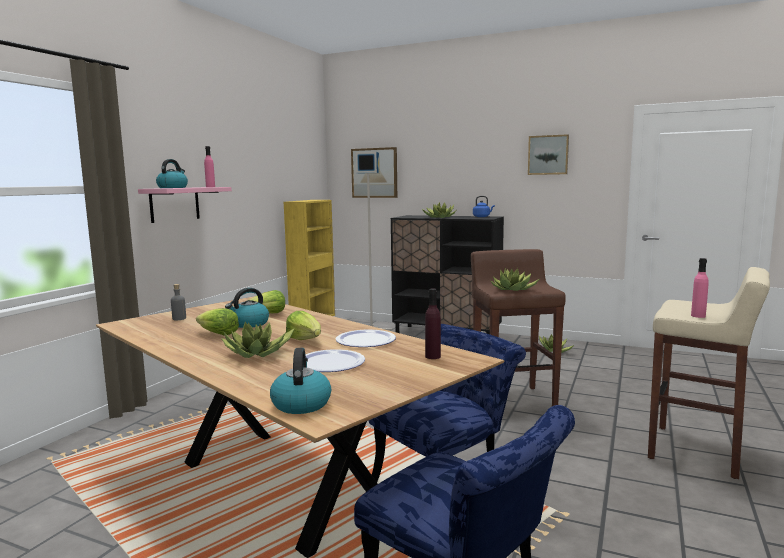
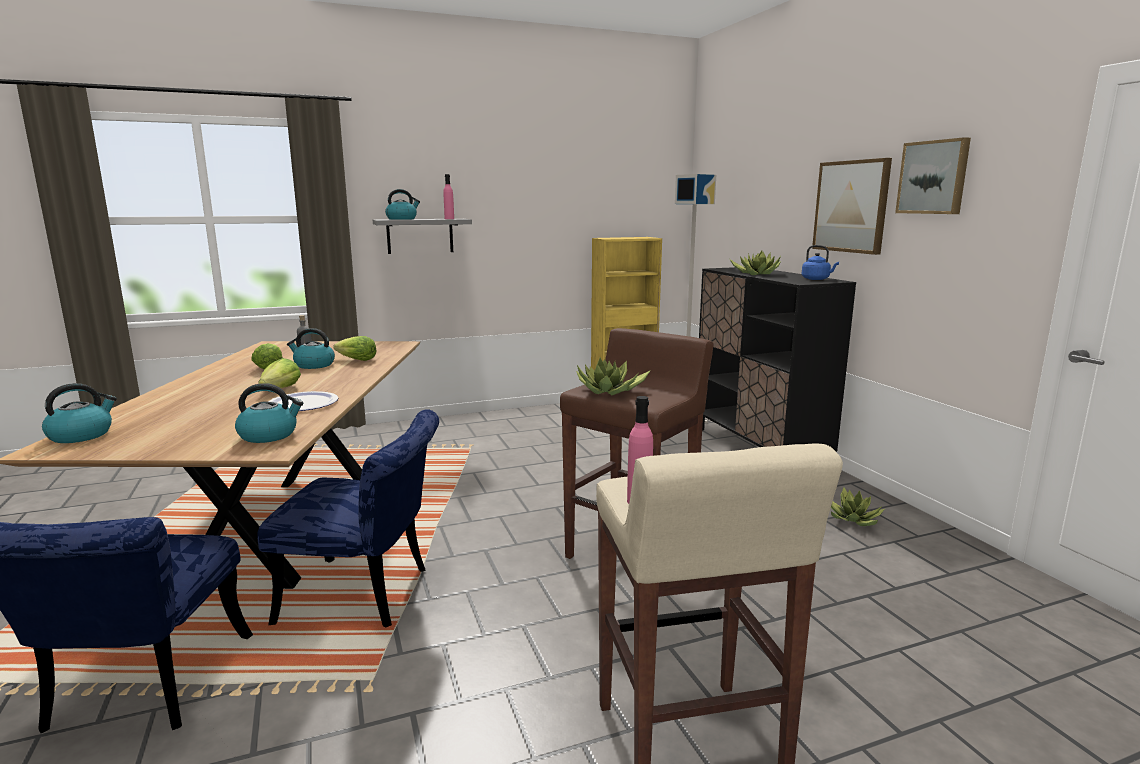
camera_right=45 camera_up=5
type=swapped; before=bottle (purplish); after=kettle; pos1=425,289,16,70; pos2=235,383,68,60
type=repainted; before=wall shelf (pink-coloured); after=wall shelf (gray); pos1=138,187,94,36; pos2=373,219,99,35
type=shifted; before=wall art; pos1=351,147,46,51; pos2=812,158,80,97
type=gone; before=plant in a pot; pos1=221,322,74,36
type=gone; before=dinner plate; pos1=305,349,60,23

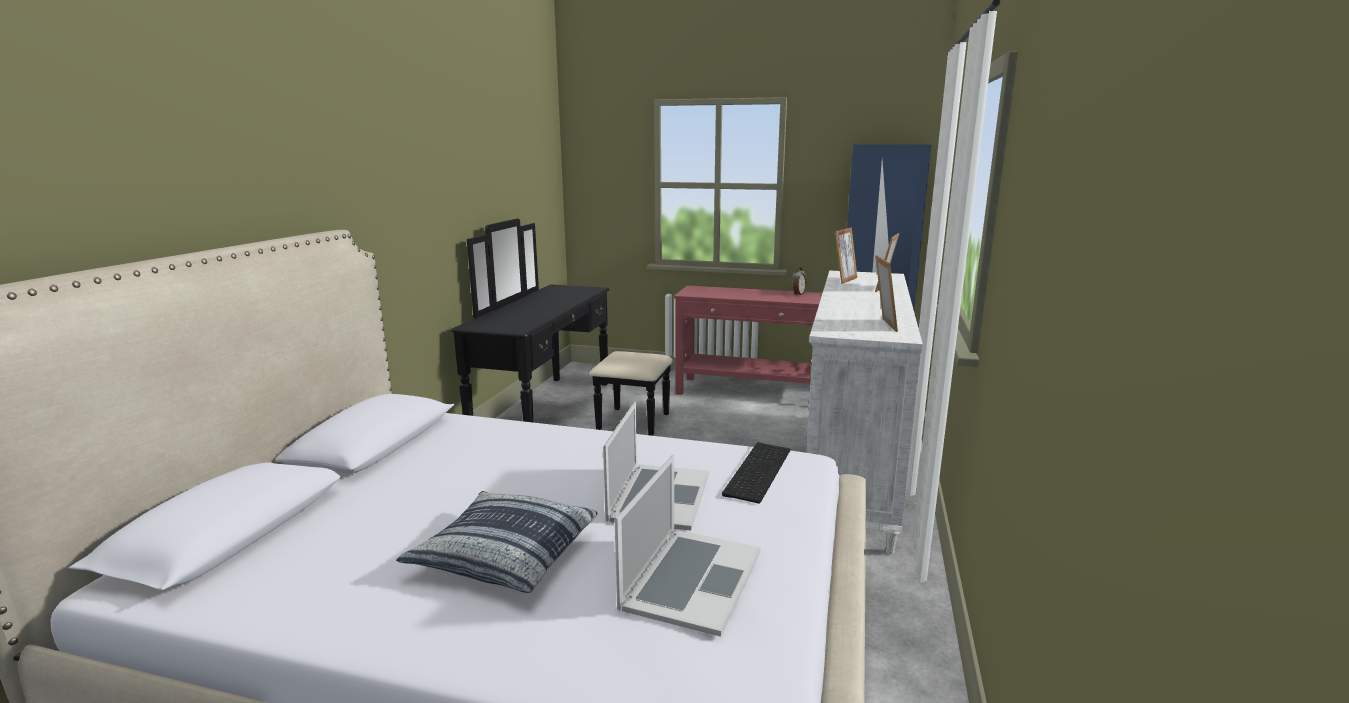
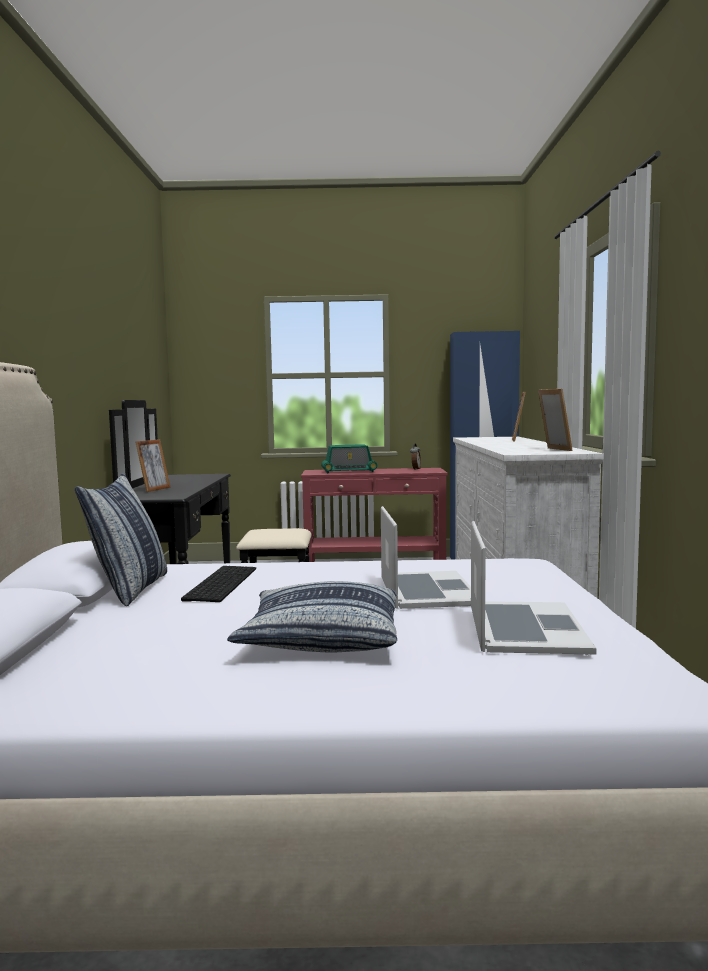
camera_right=-15 camera_up=-10
type=new; after=throw pillow; pos2=75,473,92,133
type=shifted; before=picture frame; pos1=835,228,22,56; pos2=135,439,36,53
type=shifted; before=keyboard; pos1=722,442,68,62; pos2=181,566,75,36
type=new; after=radio receiver; pos2=321,444,56,29

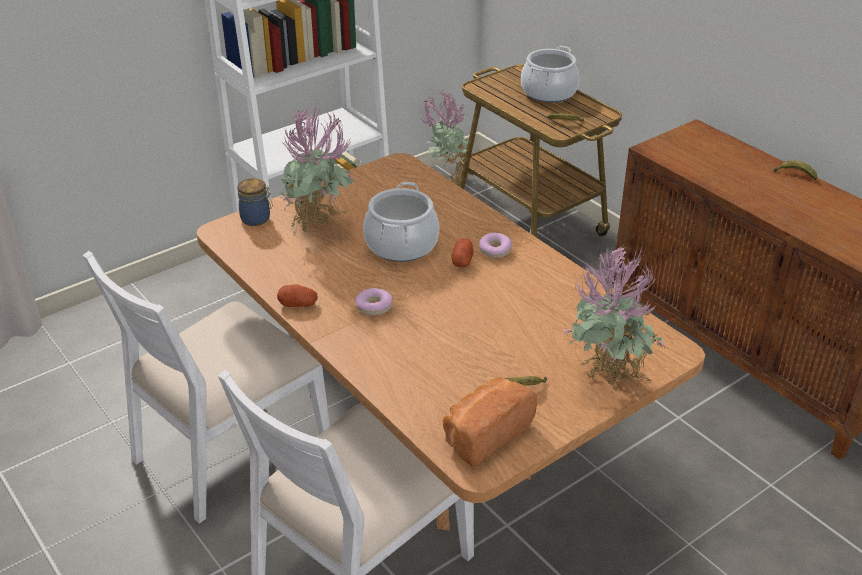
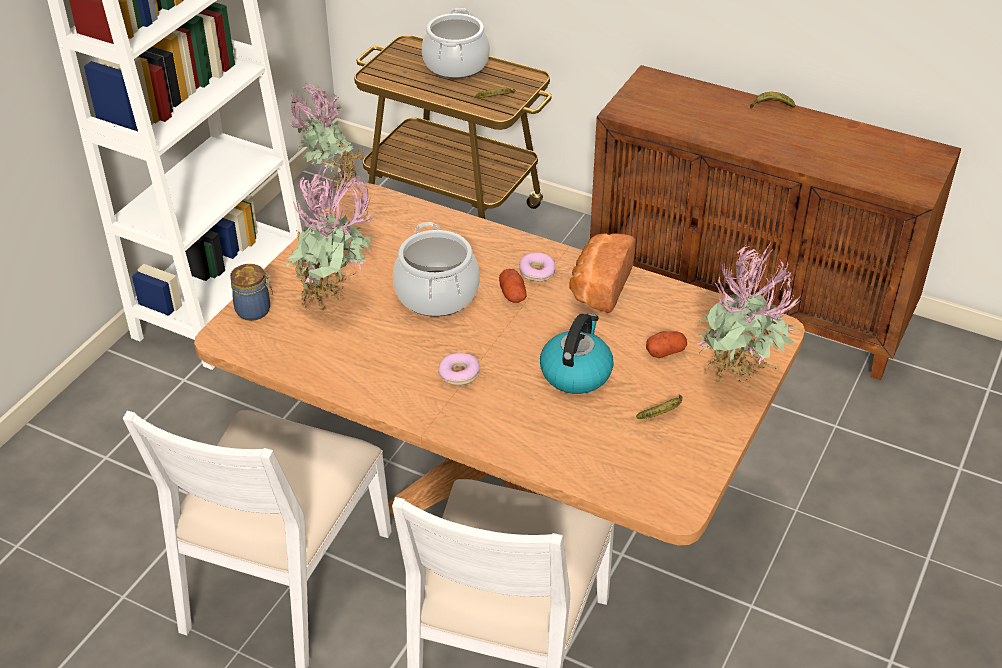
camera_right=-25 camera_up=5
type=new; after=kettle; pos2=540,313,74,81
type=shifted; before=bread; pos1=443,378,94,88; pos2=570,233,65,80
type=shifted; before=potato; pos1=277,285,41,22; pos2=646,331,41,27

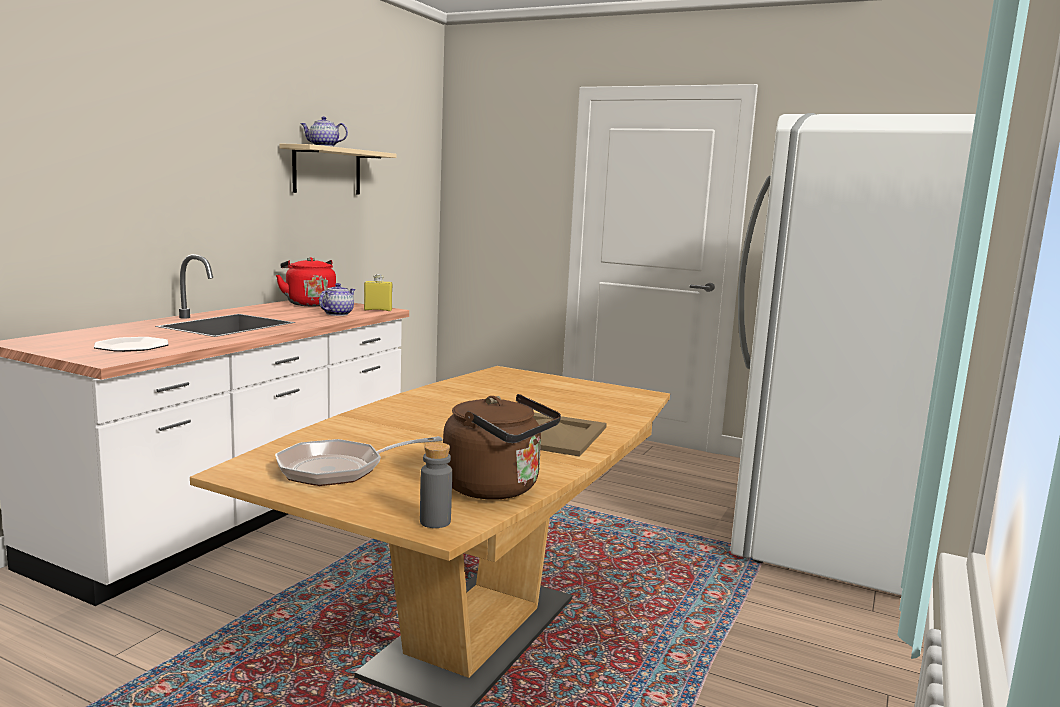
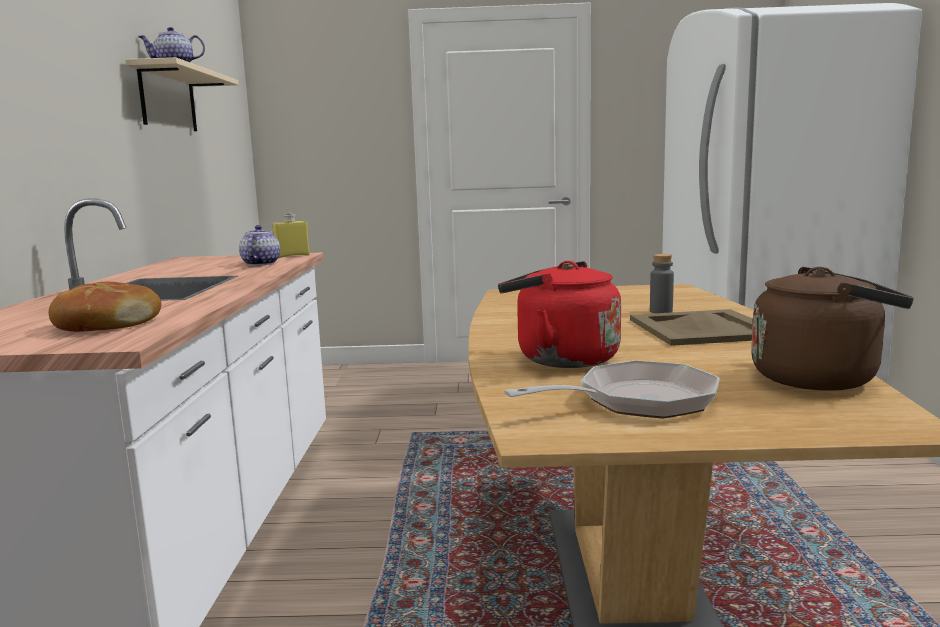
camera_right=-25 camera_up=0
type=swapped; before=dinner plate; after=bread; pos1=94,337,75,15; pos2=49,282,112,50
type=shifted; before=kettle (reddish); pos1=276,257,60,49; pos2=498,261,123,107
type=rotated; before=skillet; pos1=275,436,168,50; pos2=504,360,216,59; turn=-150
type=shifted; before=bottle (gray); pos1=420,442,32,86; pos2=650,254,24,59

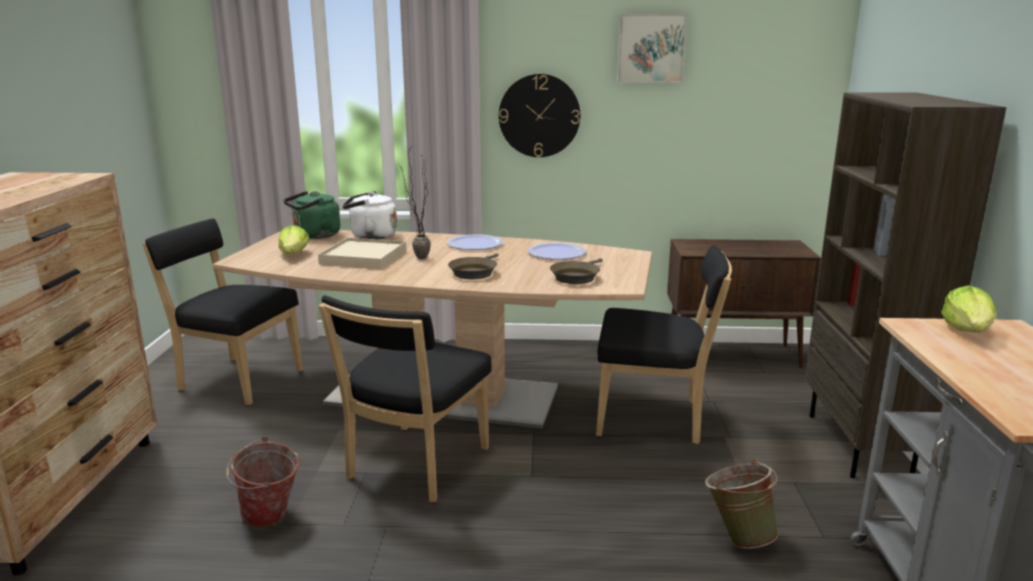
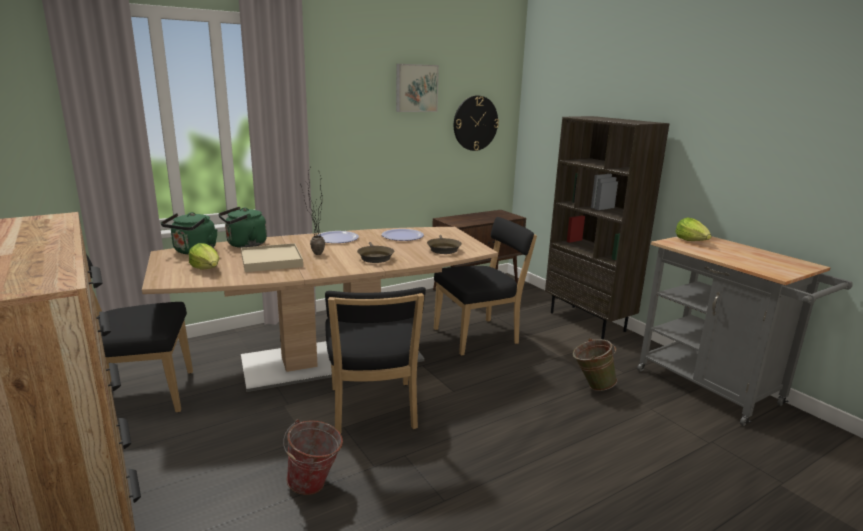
camera_right=-35 camera_up=0
type=repainted; before=kettle (white-coloured); after=kettle (greenish); pos1=342,191,55,49; pos2=218,207,49,41
type=shifted; before=wall clock; pos1=499,74,81,83; pos2=454,96,45,55

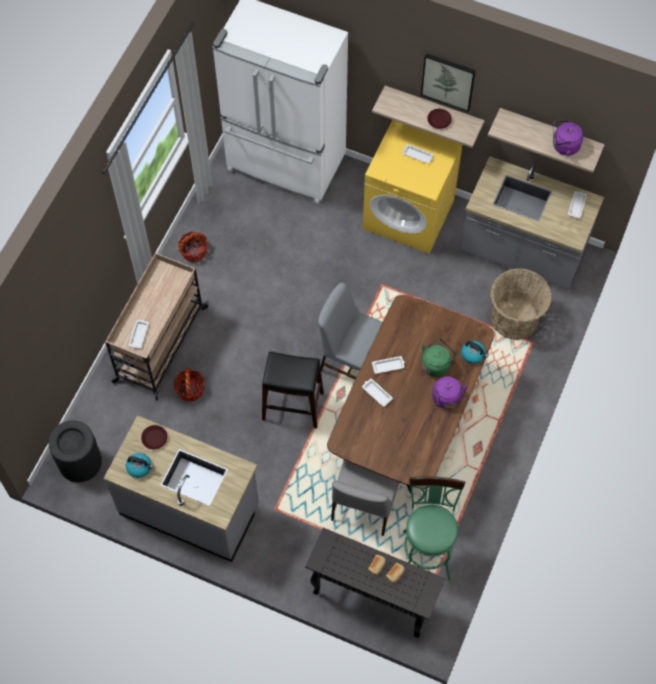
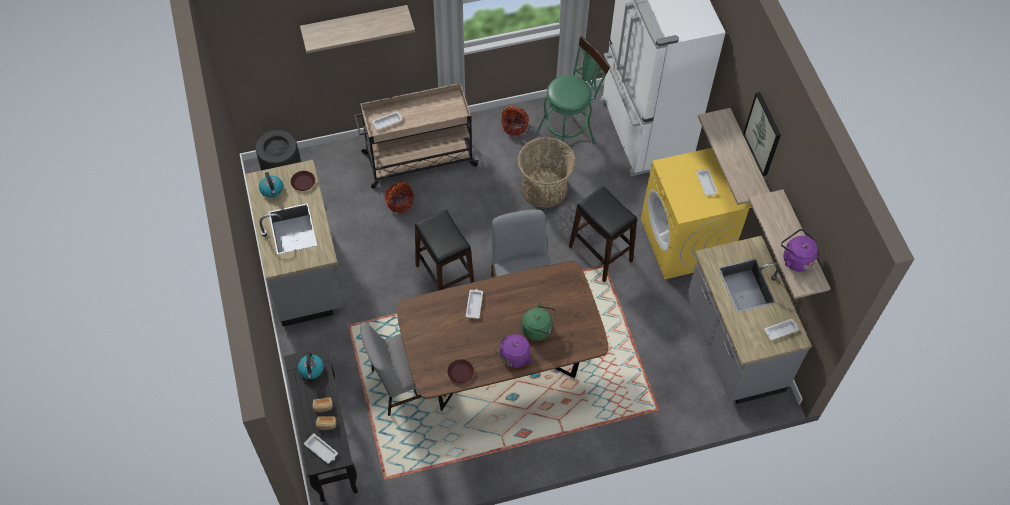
camera_right=50 camera_up=-5
type=shifted; before=kettle; pos1=461,341,27,23; pos2=298,352,26,27
type=new; after=wall shelf; pos2=300,5,115,48
type=shifted; before=tray (white-coloured); pos1=372,356,33,18; pos2=304,433,34,31
type=shifted; before=dinner plate (brown); pos1=427,109,25,20; pos2=447,359,27,25
type=shifted; before=household basket; pos1=491,268,61,72; pos2=518,137,58,71
type=shifted; before=stool seat (greenish); pos1=403,477,63,105; pos2=535,36,75,126
type=new; after=stool seat (black-coloured); pos2=569,186,68,96

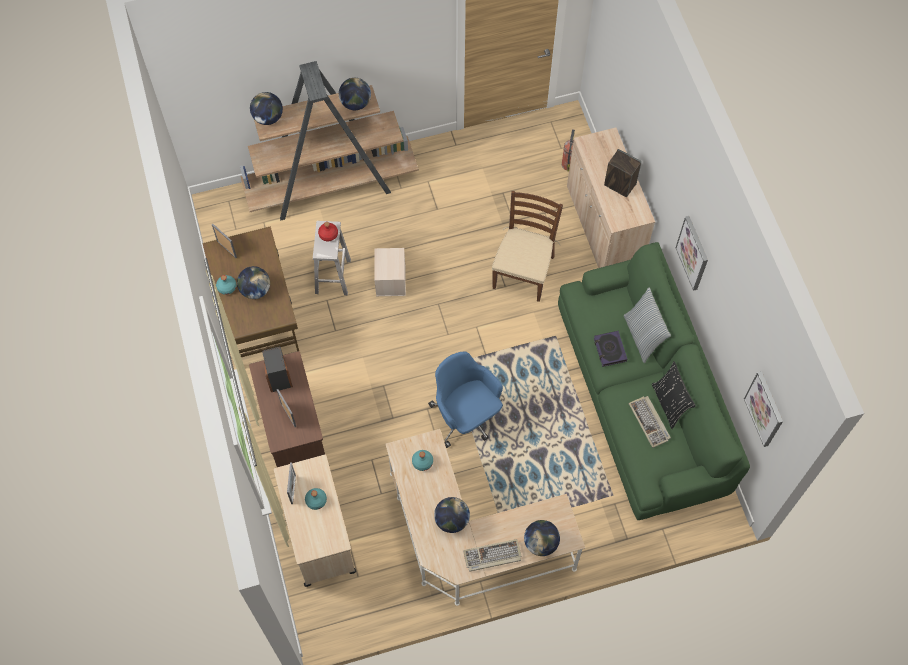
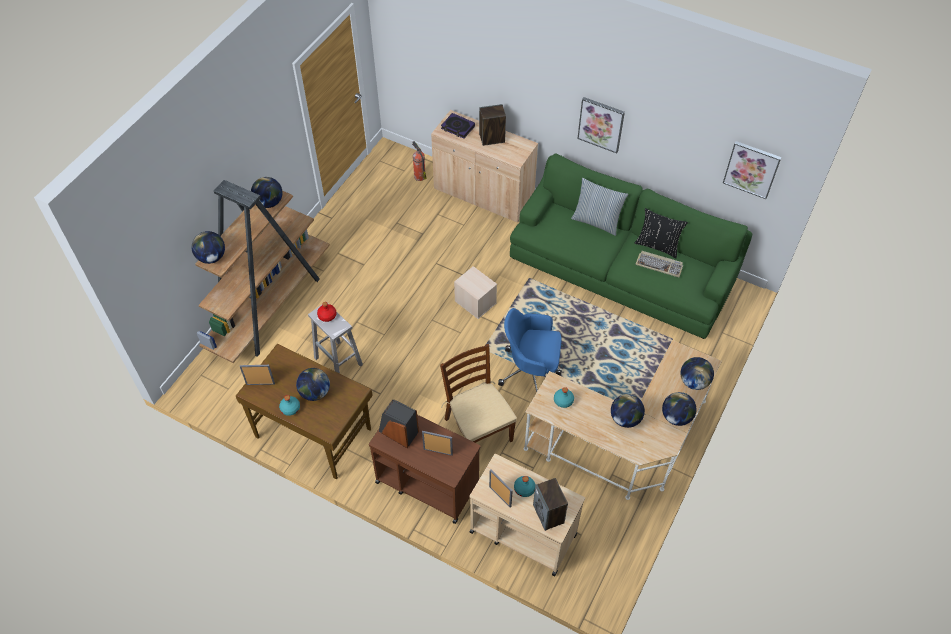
camera_right=-45 camera_up=-10
type=shifted; before=chair (brown); pos1=492,191,71,111; pos2=440,344,77,99
type=shifted; before=book; pos1=594,331,33,36; pos2=441,113,34,26
type=shifted; before=storage bin (sand-coloured); pos1=374,248,32,48; pos2=454,266,43,53
type=new; after=loudspeaker; pos2=533,478,35,53
type=swapped; before=keyboard; after=desk globe; pos1=463,539,59,33; pos2=662,392,35,34

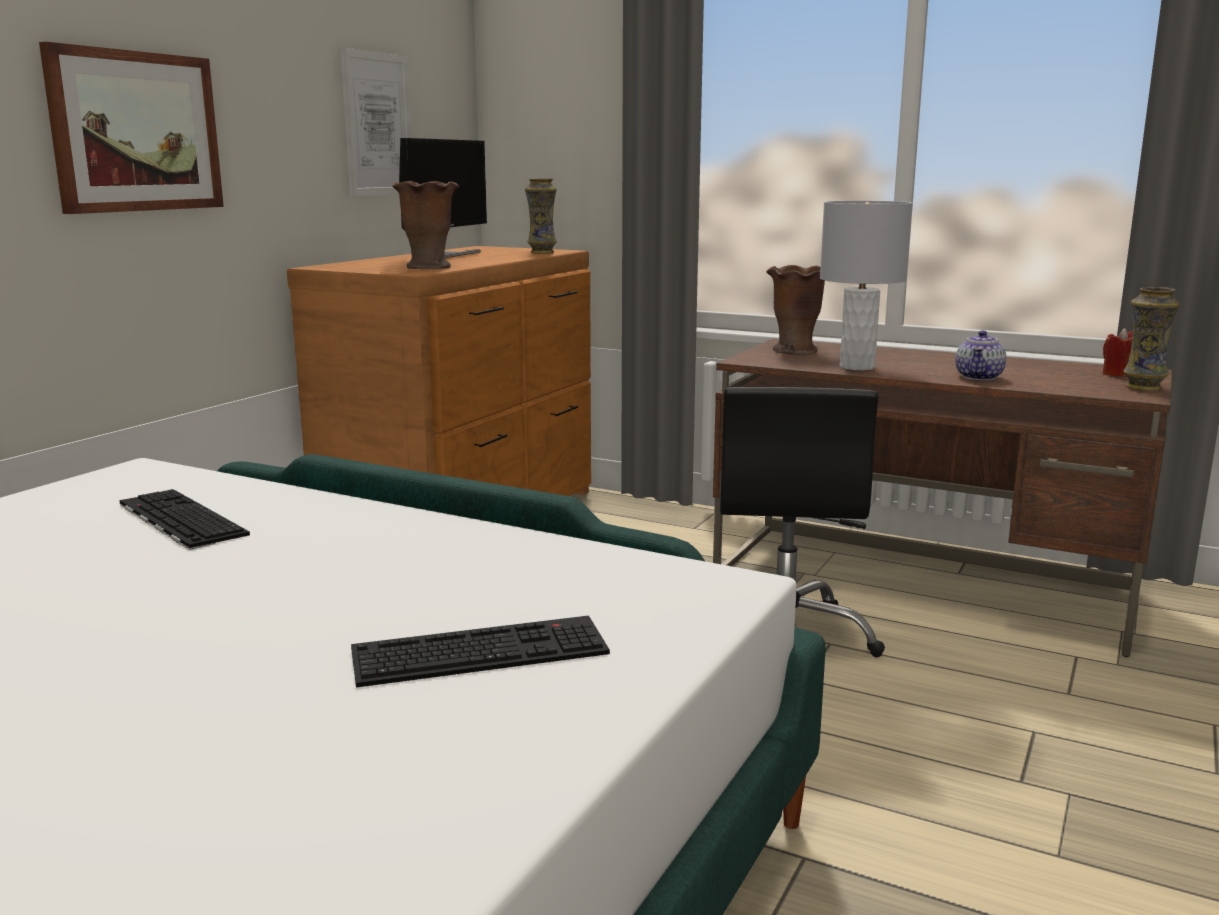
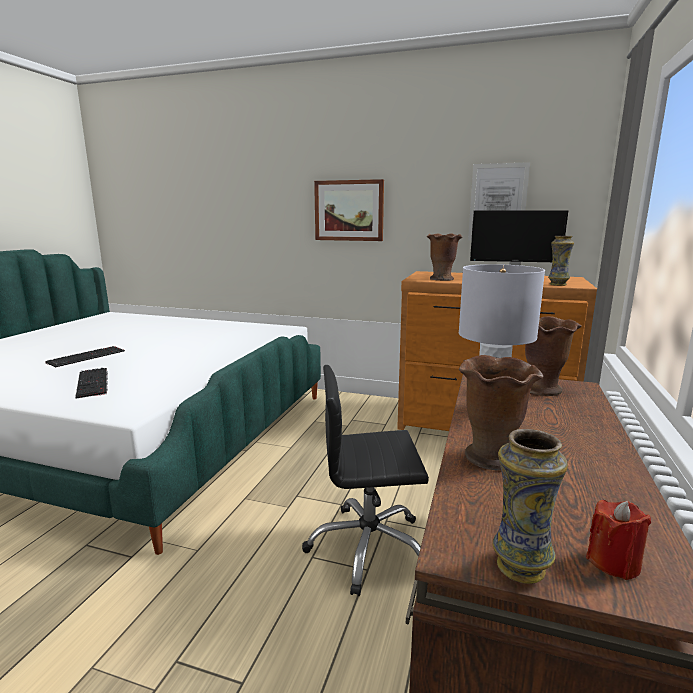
camera_right=80 camera_up=0
type=shifted; before=keyboard; pos1=120,489,130,61; pos2=45,346,80,22
type=swapped; before=teapot; after=decorative vase (brown); pos1=955,330,51,50; pos2=459,355,84,116

